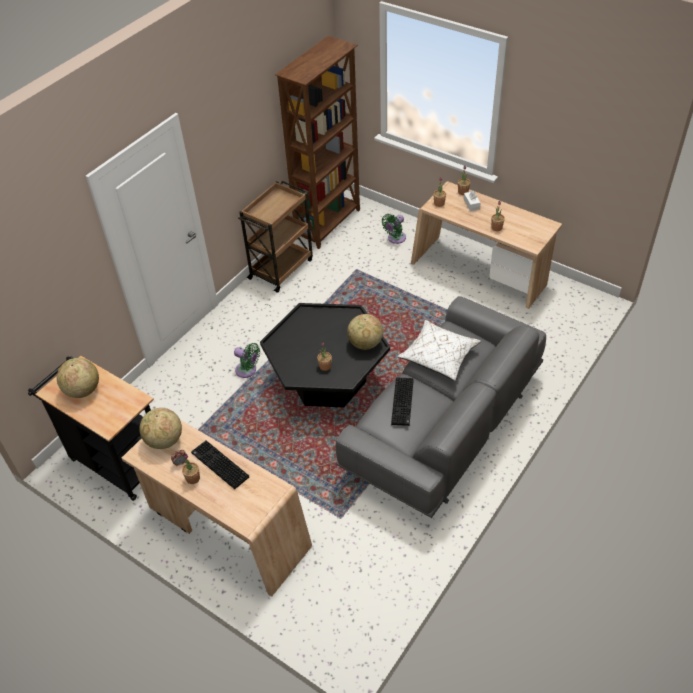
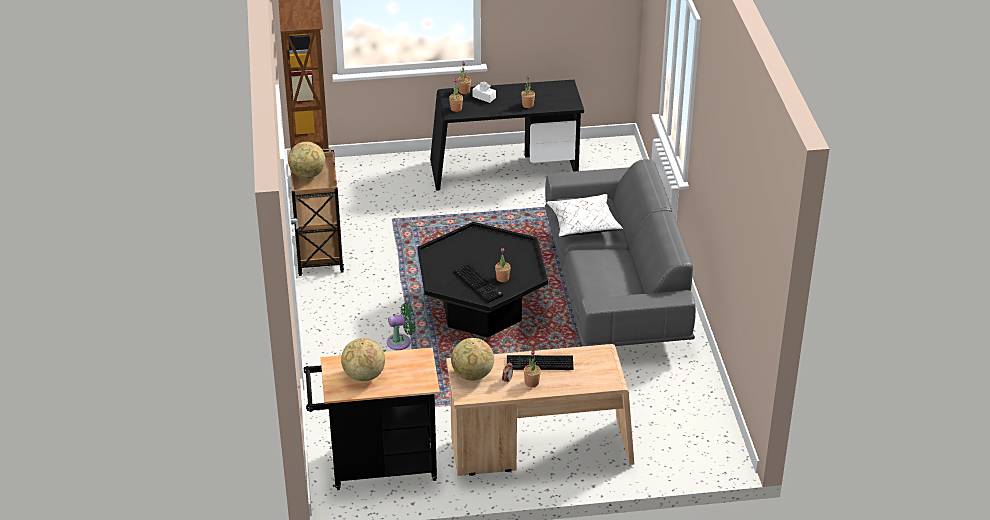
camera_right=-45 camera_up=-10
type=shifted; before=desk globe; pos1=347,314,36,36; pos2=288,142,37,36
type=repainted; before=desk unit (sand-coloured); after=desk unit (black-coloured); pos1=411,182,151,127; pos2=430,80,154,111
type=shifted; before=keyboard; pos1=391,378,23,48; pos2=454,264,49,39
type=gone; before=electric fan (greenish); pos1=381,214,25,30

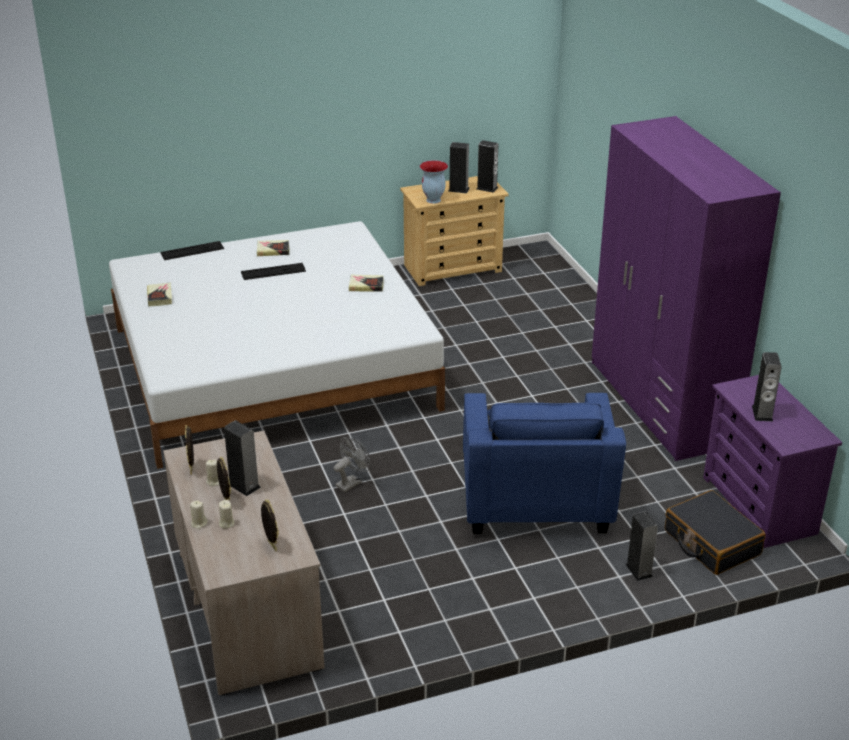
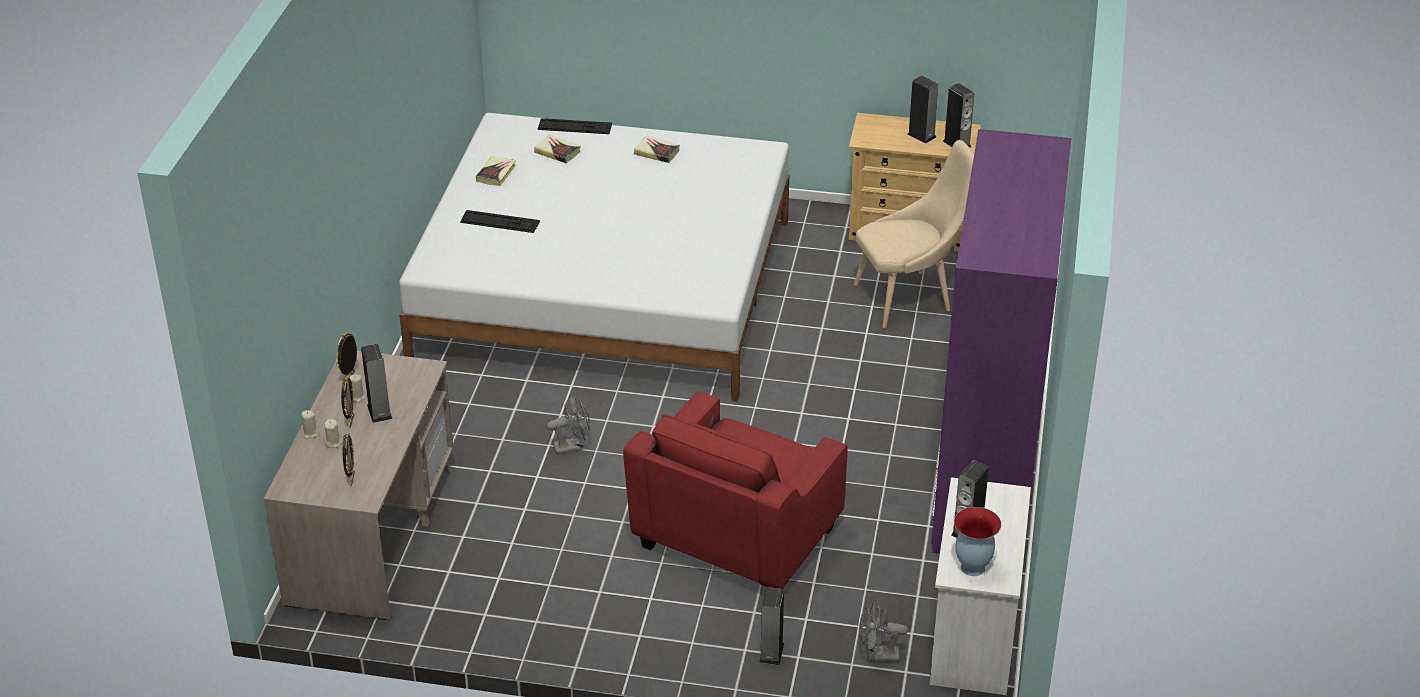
camera_right=30 camera_up=5
type=shifted; before=keyboard; pos1=241,263,65,17; pos2=460,210,80,23
type=shifted; before=book; pos1=349,275,35,17; pos2=534,135,47,28
type=repainted; before=armchair (bluish); after=armchair (reddish); pos1=463,393,163,141; pos2=623,391,225,198
type=new; after=chair (sand-coloured); pos2=854,140,120,188
type=swapped; before=travel case (black-coloured); after=electric fan (gray); pos1=665,490,101,85; pos2=859,599,49,63
type=repainted; before=chest of drawers (purplish); after=chest of drawers (white-coloured); pos1=703,375,139,173; pos2=930,477,101,218
type=shifted; before=decorative vase; pos1=420,160,28,44; pos2=954,507,47,69

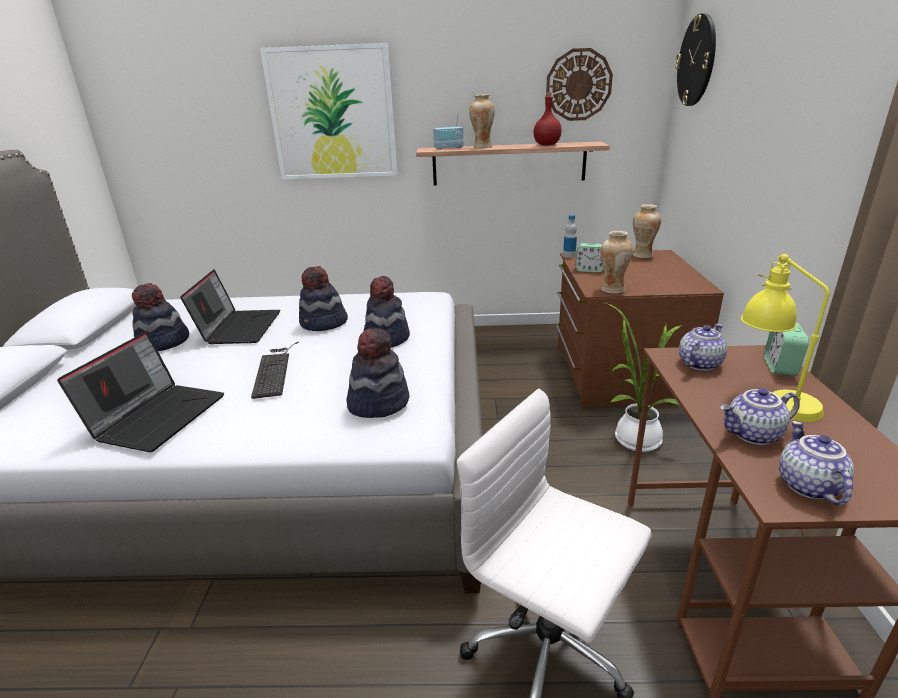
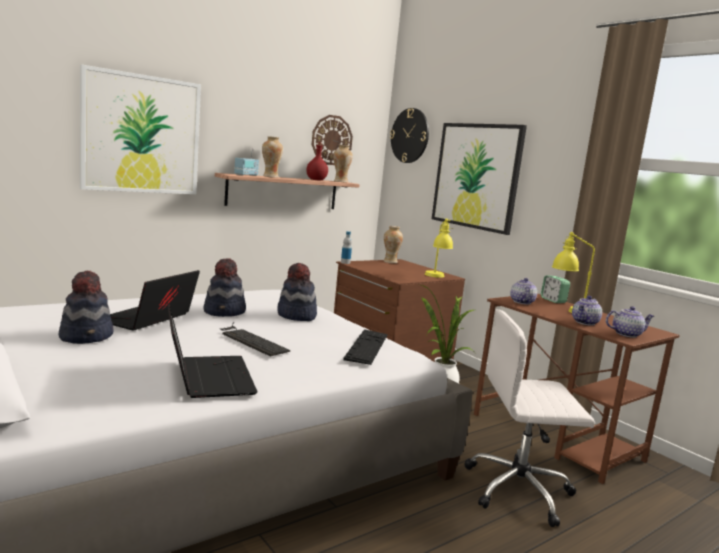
camera_right=-40 camera_up=-15
type=rotated; before=laptop; pos1=180,269,100,75; pos2=110,270,90,61; turn=-120
type=shifted; before=decorative vase; pos1=600,231,33,62; pos2=333,145,20,37
type=swapped; before=wearable hat; after=keyboard; pos1=346,328,63,90; pos2=343,329,45,36
type=new; after=table lamp (yellow); pos2=425,218,28,60
type=new; after=wall art; pos2=432,123,95,112
type=rotated; before=teapot; pos1=779,421,75,84; pos2=606,306,48,32; turn=120
type=gone; before=bedside clock; pos1=575,243,29,29

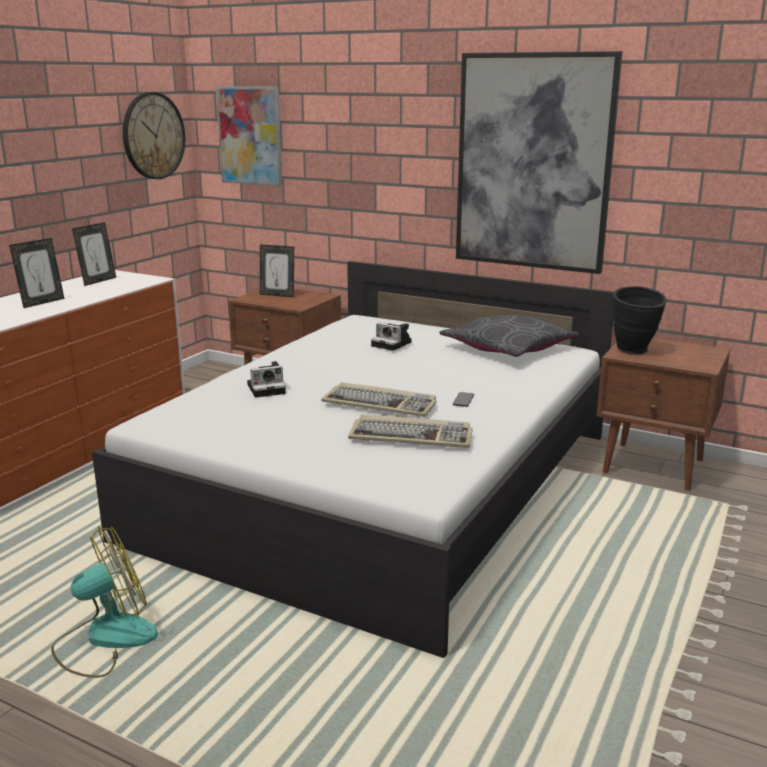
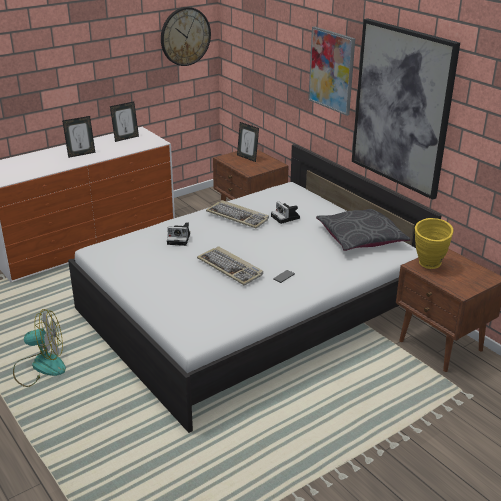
camera_right=25 camera_up=10
type=shifted; before=keyboard; pos1=348,415,124,33; pos2=206,200,63,29
type=shifted; before=wall art; pos1=216,86,67,101; pos2=308,26,47,90
type=repainted; before=decorative vase (black-coloured); after=decorative vase (yellow); pos1=613,286,54,69; pos2=415,218,38,51

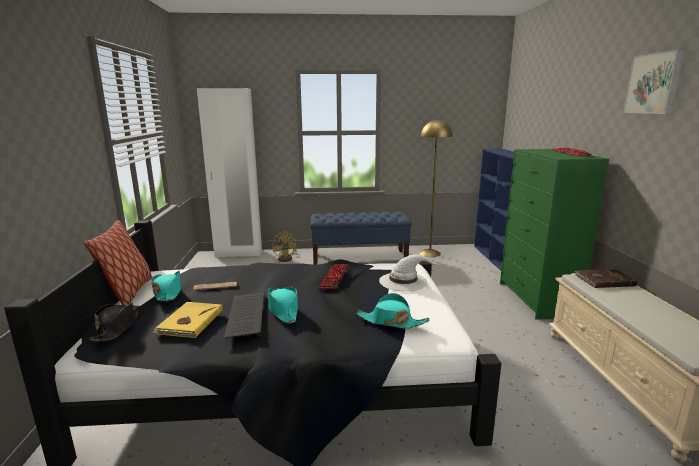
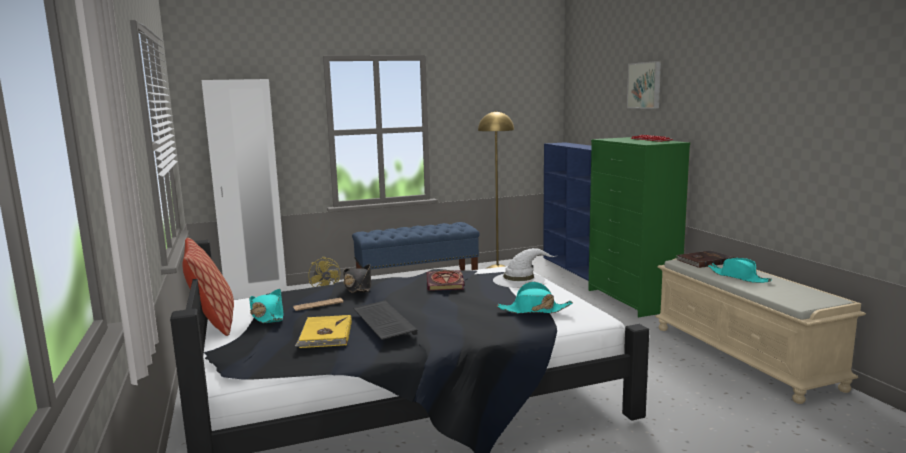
camera_right=-15 camera_up=-5
type=shifted; before=wearable hat (black-coloured); pos1=90,302,49,40; pos2=343,264,28,29
type=swapped; before=keyboard; after=book; pos1=318,264,31,25; pos2=427,270,38,21
type=shifted; before=wall art; pos1=624,50,61,64; pos2=627,61,34,48
type=shifted; before=wearable hat (turquoise-coloured); pos1=268,286,30,37; pos2=708,258,64,25

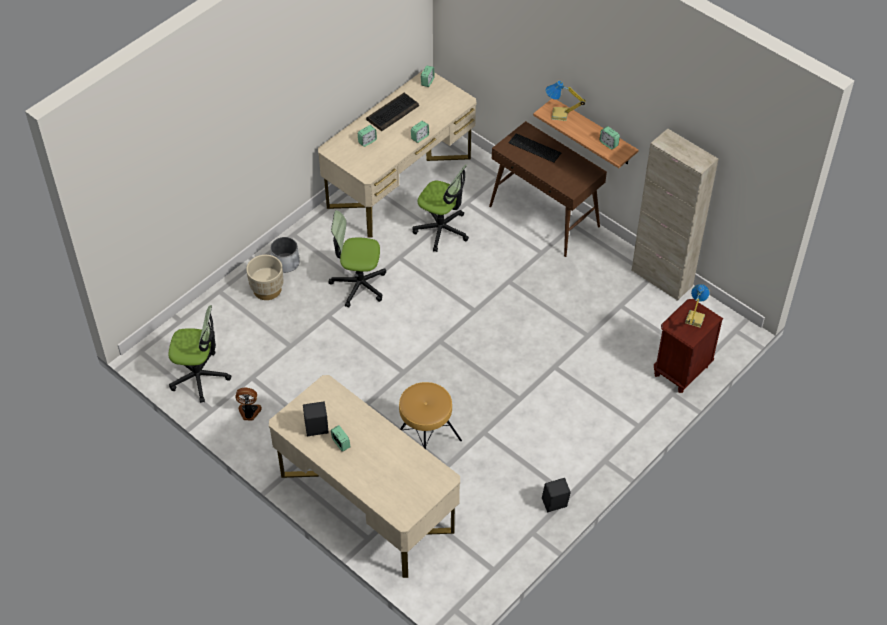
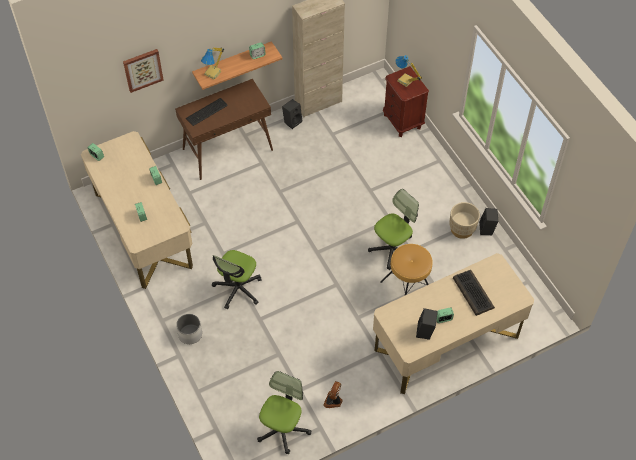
camera_right=-70 camera_up=5
type=new; after=wall art; pos2=123,49,40,44
type=new; after=loudspeaker (black-coloured); pos2=282,99,21,30
type=shifted; before=desk chair; pos1=412,164,57,88; pos2=368,189,51,81
type=shifted; before=plant pot (sand-coloured); pos1=246,255,37,45; pos2=449,202,31,37
type=shifted; before=keyboard; pos1=366,93,53,38; pos2=453,270,42,46

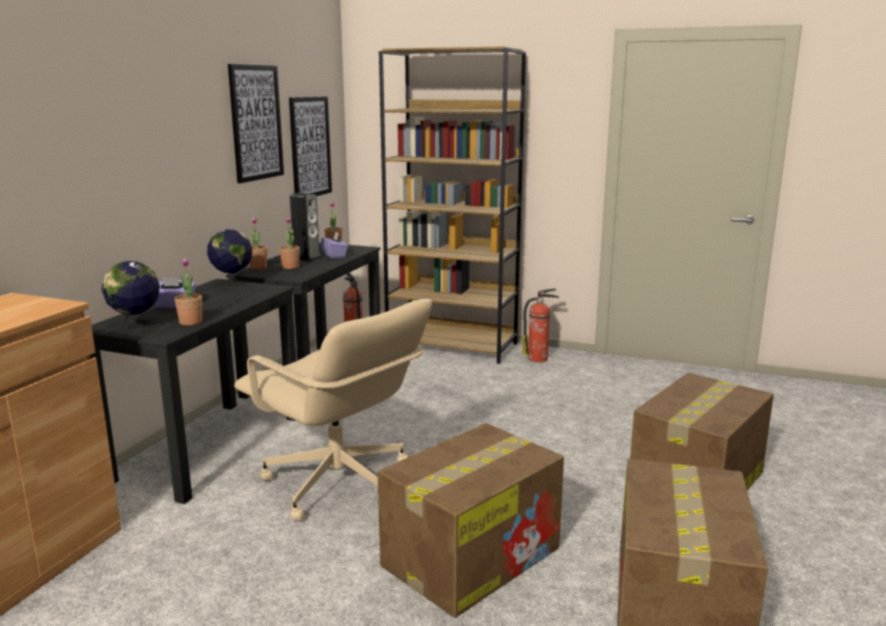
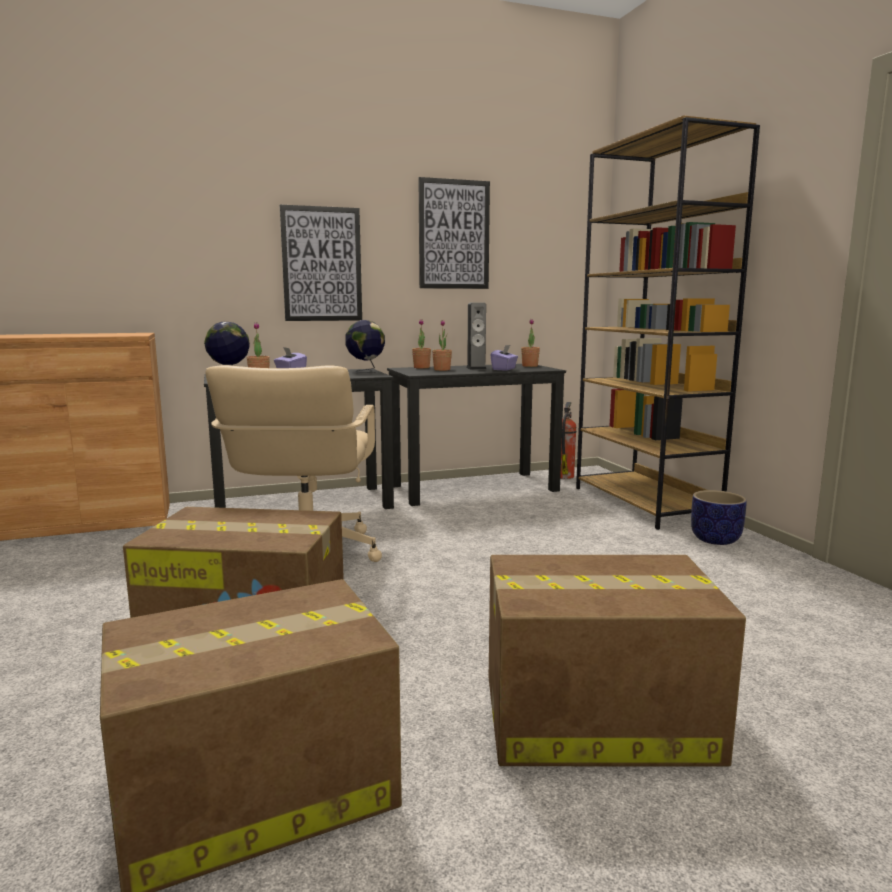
camera_right=50 camera_up=-5
type=shifted; before=wall art; pos1=289,97,43,99; pos2=279,205,83,116
type=swapped; before=extinguisher; after=plant pot; pos1=523,288,36,75; pos2=691,490,56,55

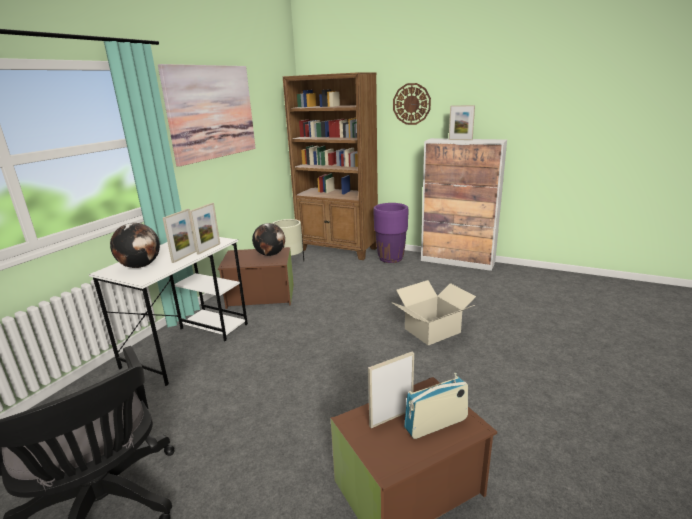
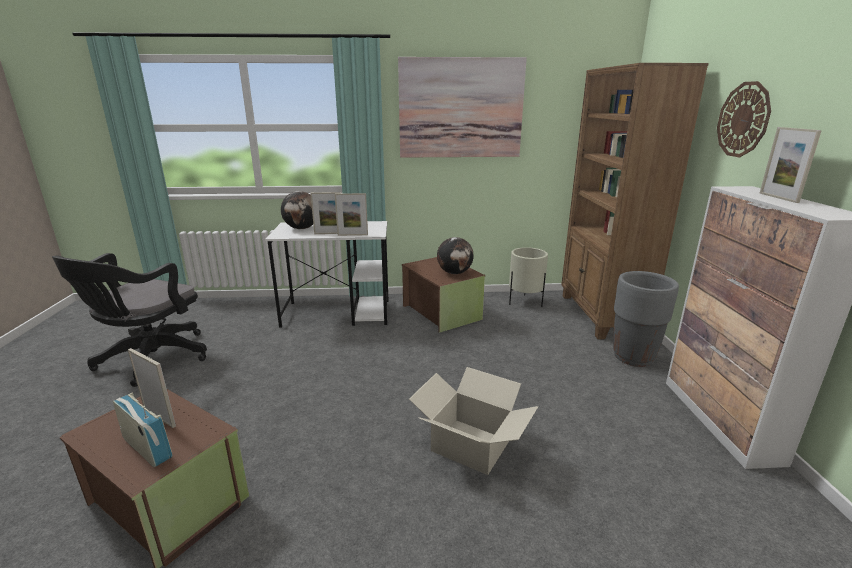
camera_right=60 camera_up=0
type=repainted; before=plant pot (purplish); after=plant pot (gray); pos1=373,203,35,60; pos2=613,271,66,96

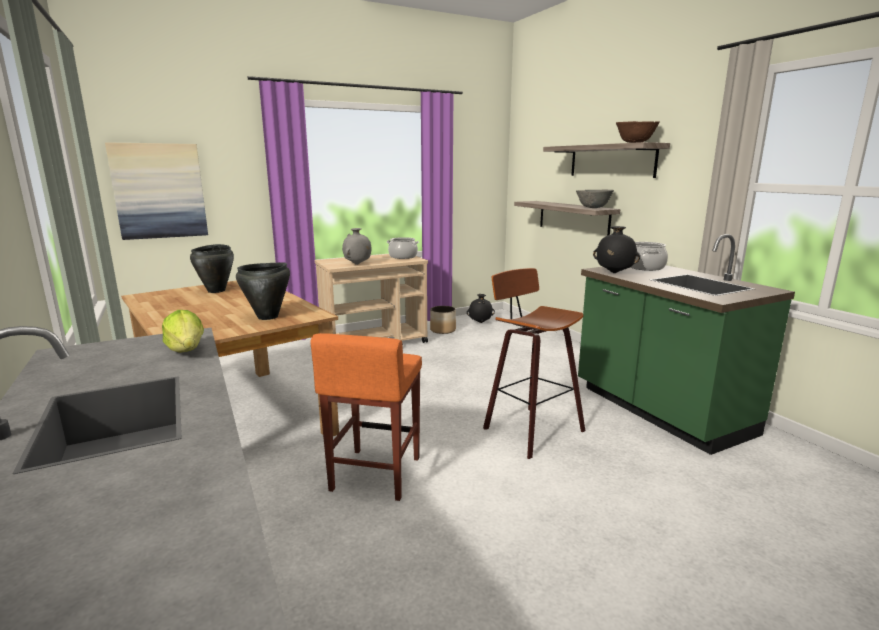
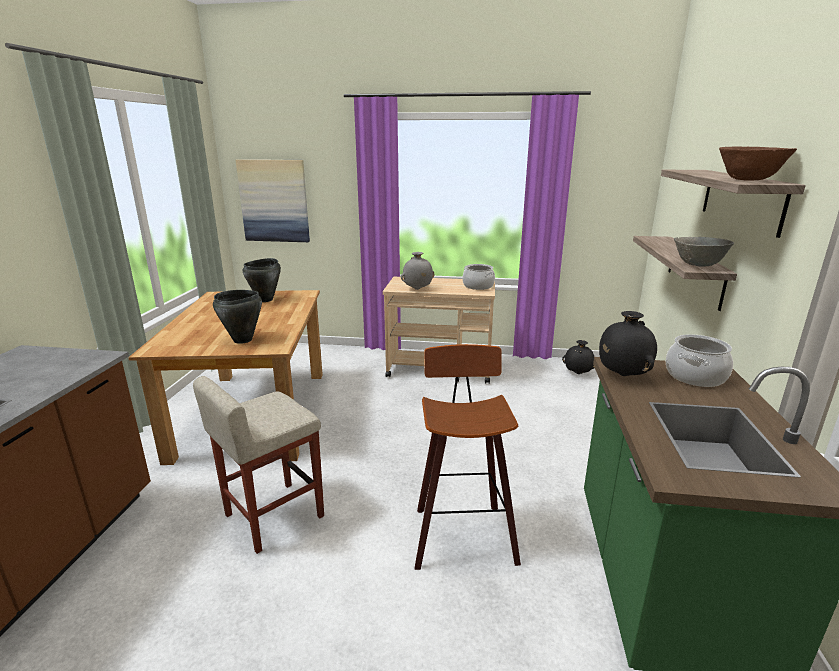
camera_right=35 camera_up=5
type=repainted; before=stool seat (orange); after=stool seat (sand-coloured); pos1=311,333,111,168; pos2=193,376,131,178
type=gone; before=lettuce head; pos1=162,310,42,43
type=gone; before=plant pot; pos1=430,306,26,28

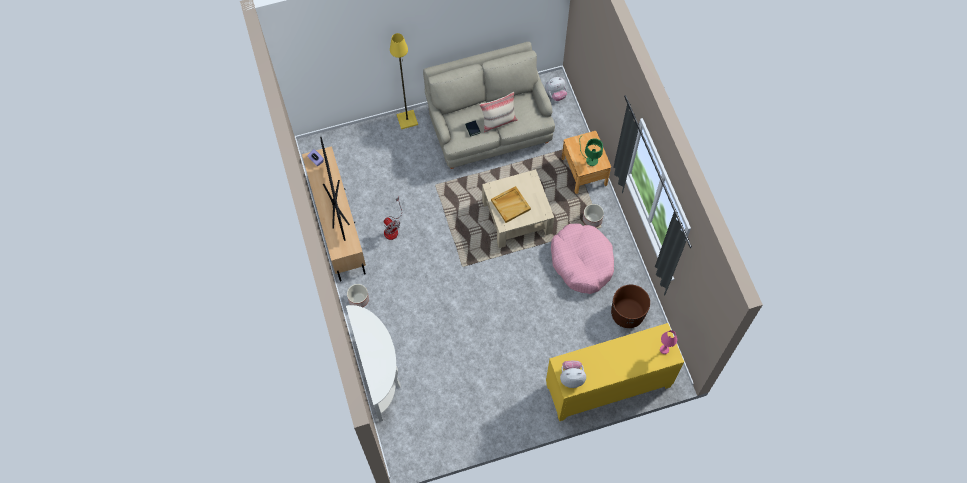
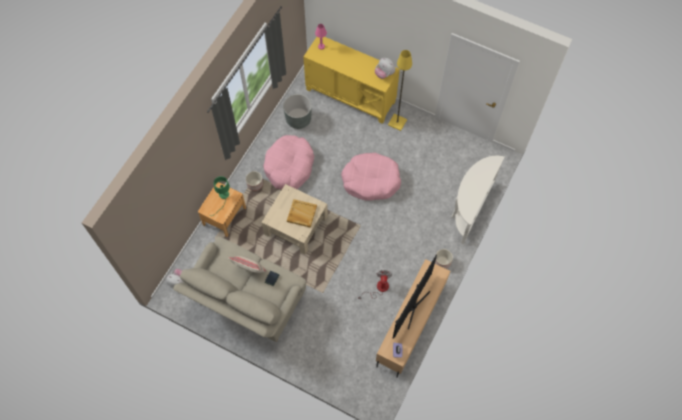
camera_right=-135 camera_up=0
type=repainted; before=plant pot (brown); after=plant pot (gray); pos1=611,285,39,43; pos2=283,94,29,35
type=new; after=dog bed (pink-coloured); pos2=341,153,60,48
type=shifted; before=standard lamp (yellow); pos1=390,33,28,96; pos2=388,50,24,81

